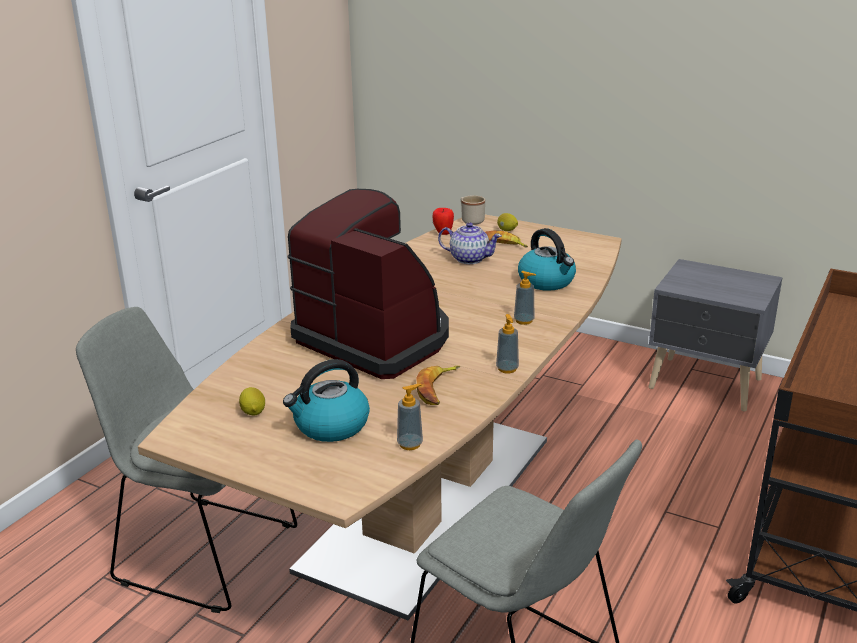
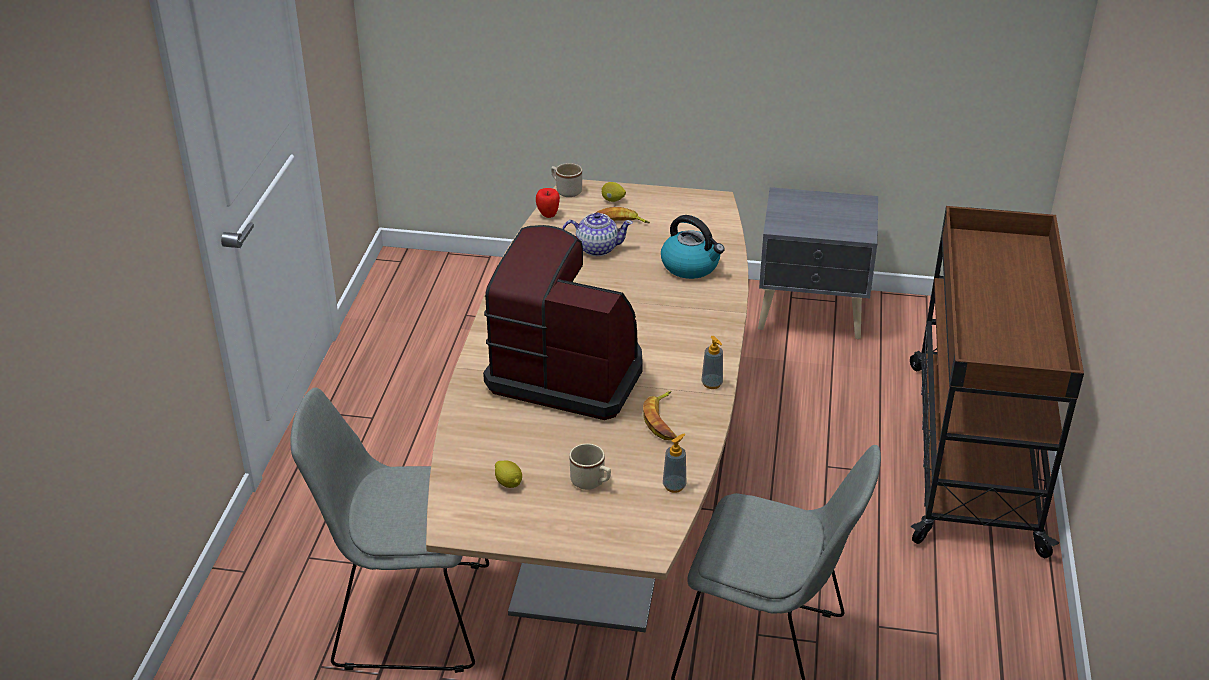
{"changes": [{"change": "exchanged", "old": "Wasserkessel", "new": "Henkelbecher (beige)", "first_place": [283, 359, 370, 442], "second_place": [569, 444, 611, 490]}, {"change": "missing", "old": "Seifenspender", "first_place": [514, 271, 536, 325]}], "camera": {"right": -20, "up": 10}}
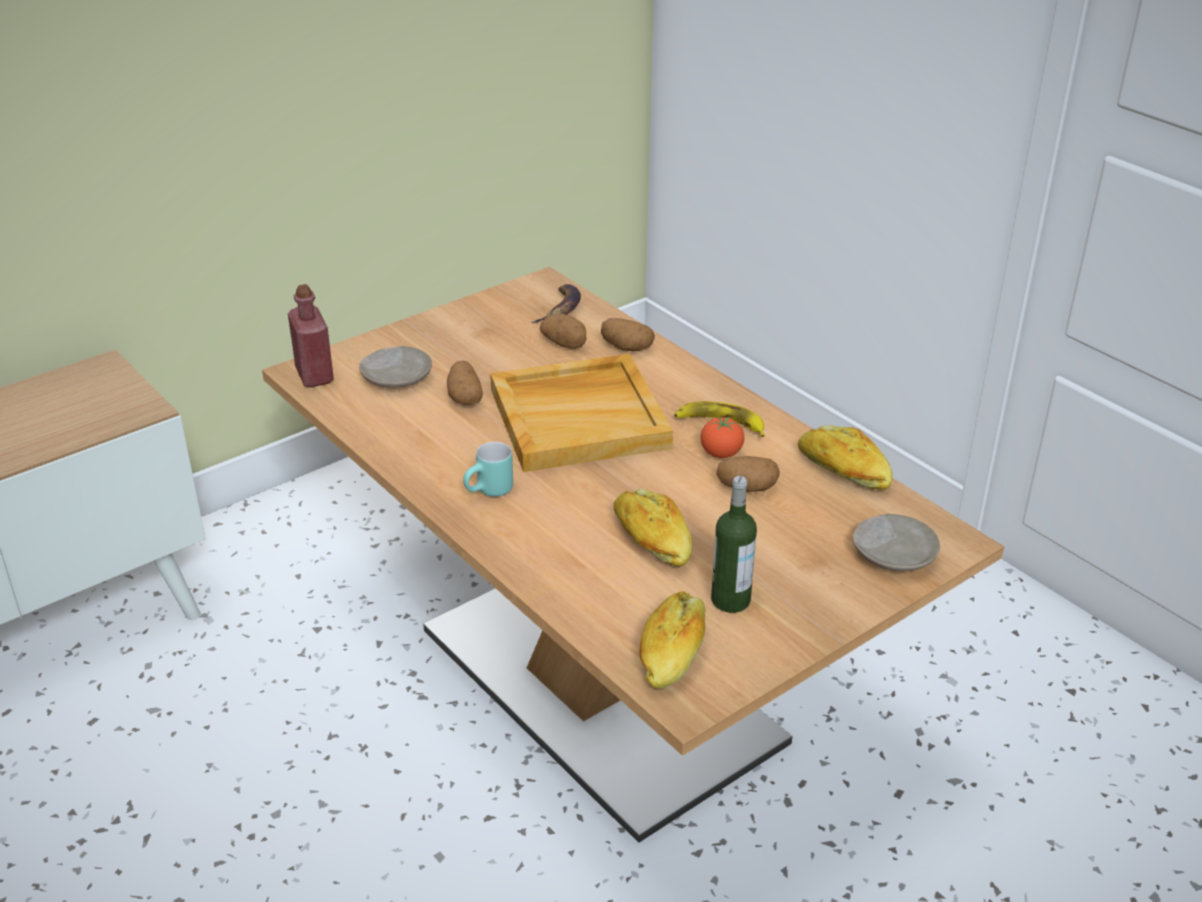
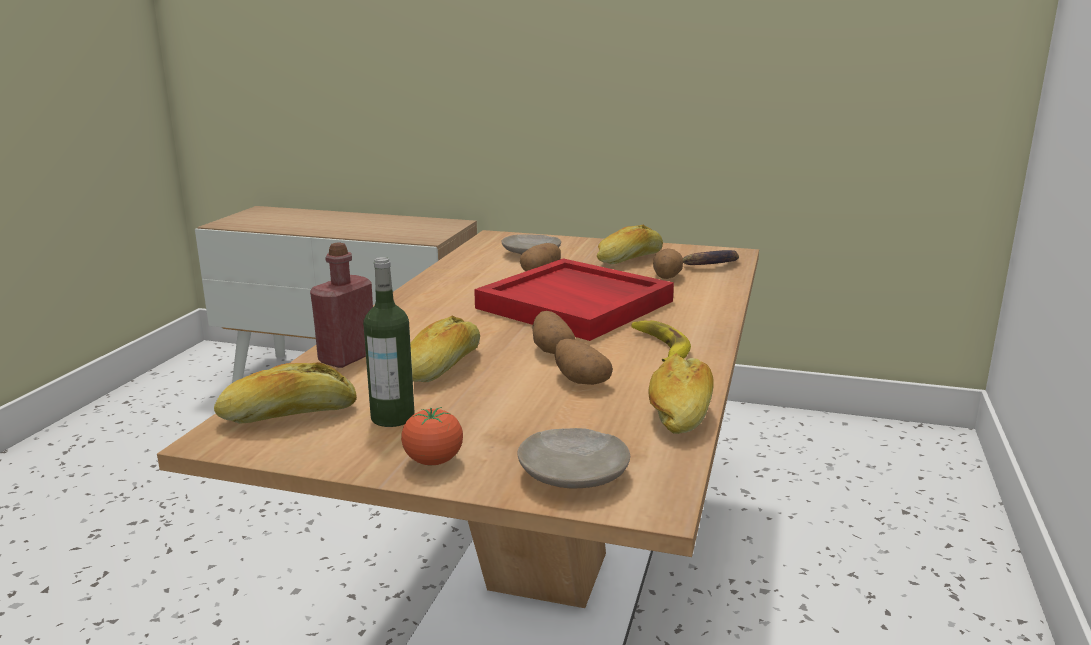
{"changes": [{"change": "relocated", "old": "Flasche (rot)", "first_place": [288, 284, 334, 387], "second_place": [310, 242, 373, 368]}, {"change": "missing", "old": "Henkelbecher (türkis)", "first_place": [463, 442, 513, 497]}, {"change": "colour", "old": "Tablett (beige)", "new": "Tablett (rot)", "first_place": [490, 354, 673, 472], "second_place": [474, 258, 674, 341]}, {"change": "relocated", "old": "Kartoffel", "first_place": [601, 318, 655, 351], "second_place": [532, 311, 576, 354]}, {"change": "relocated", "old": "Tomate", "first_place": [700, 416, 744, 458], "second_place": [401, 407, 463, 465]}, {"change": "appeared", "new": "Brot", "second_place": [597, 225, 663, 264]}], "camera": {"right": 55, "up": -15}}
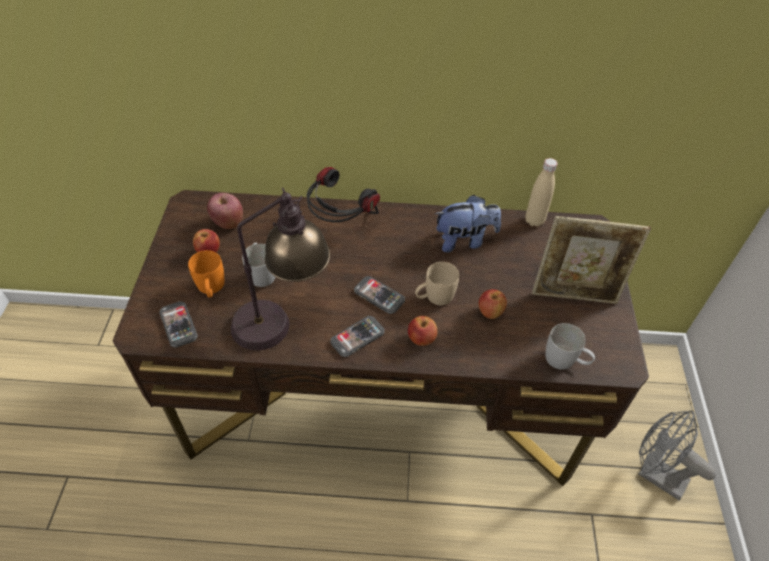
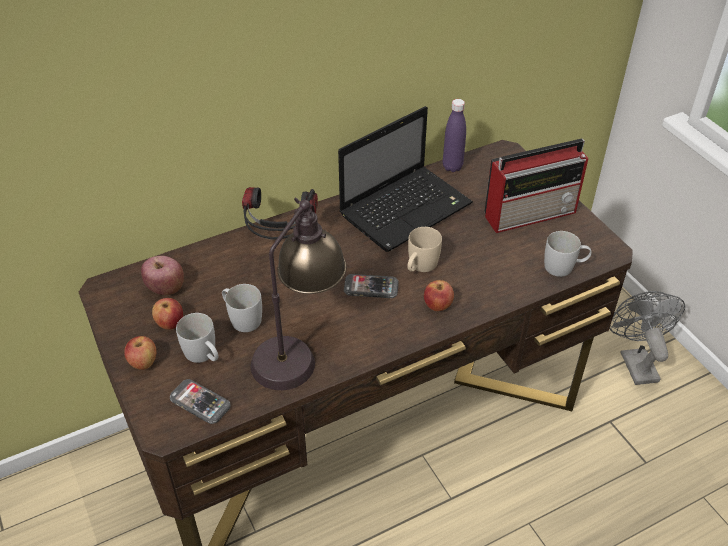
{"changes": [{"change": "colour", "old": "Henkelbecher (orange)", "new": "Henkelbecher (weiß)", "first_place": [188, 250, 224, 298], "second_place": [176, 313, 219, 363]}, {"change": "missing", "old": "Handy", "first_place": [330, 316, 385, 357]}, {"change": "exchanged", "old": "Plüschtier", "new": "Laptop", "first_place": [435, 195, 501, 252], "second_place": [338, 106, 473, 252]}, {"change": "relocated", "old": "Apfel", "first_place": [479, 289, 507, 319], "second_place": [124, 336, 157, 370]}, {"change": "colour", "old": "Flasche (beige)", "new": "Flasche (lila)", "first_place": [525, 158, 558, 227], "second_place": [443, 99, 466, 172]}, {"change": "exchanged", "old": "Bilderrahmen", "new": "Radio", "first_place": [532, 216, 651, 304], "second_place": [484, 139, 588, 233]}, {"change": "spun", "old": "Ventilator (grau)", "first_place": [638, 411, 717, 500], "second_place": [609, 291, 685, 385], "degrees": 75}], "camera": {"right": -30, "up": -5}}
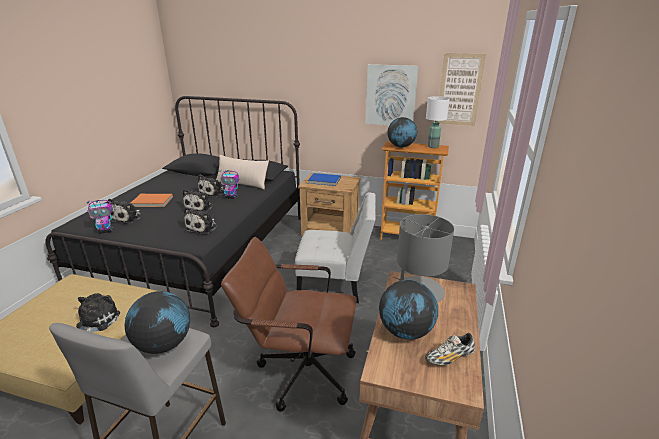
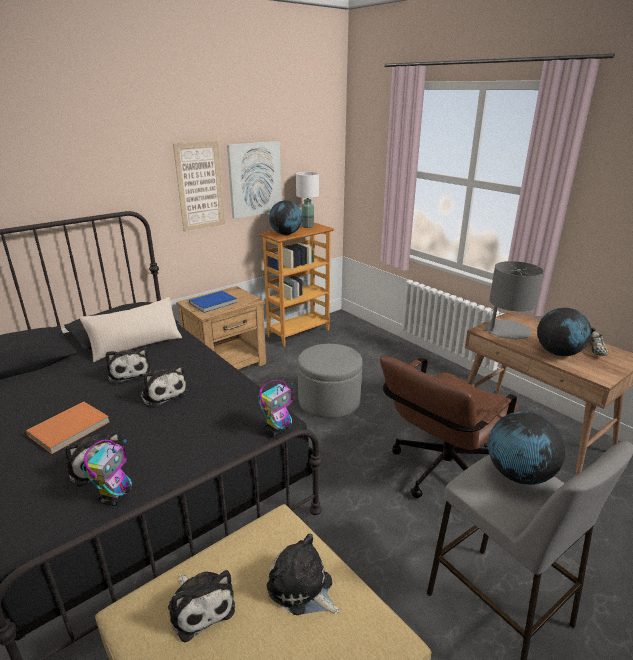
{"changes": [{"change": "relocated", "old": "Plüschtier", "first_place": [184, 207, 217, 234], "second_place": [168, 570, 235, 643]}, {"change": "relocated", "old": "Spielzeugroboter", "first_place": [219, 170, 239, 199], "second_place": [258, 380, 294, 436]}, {"change": "exchanged", "old": "Stuhl (weiß)", "new": "Polsterhocker (grau)", "first_place": [295, 192, 376, 303], "second_place": [298, 344, 363, 418]}, {"change": "relocated", "old": "Bild", "first_place": [437, 53, 486, 126], "second_place": [173, 140, 225, 232]}], "camera": {"right": -55, "up": 0}}
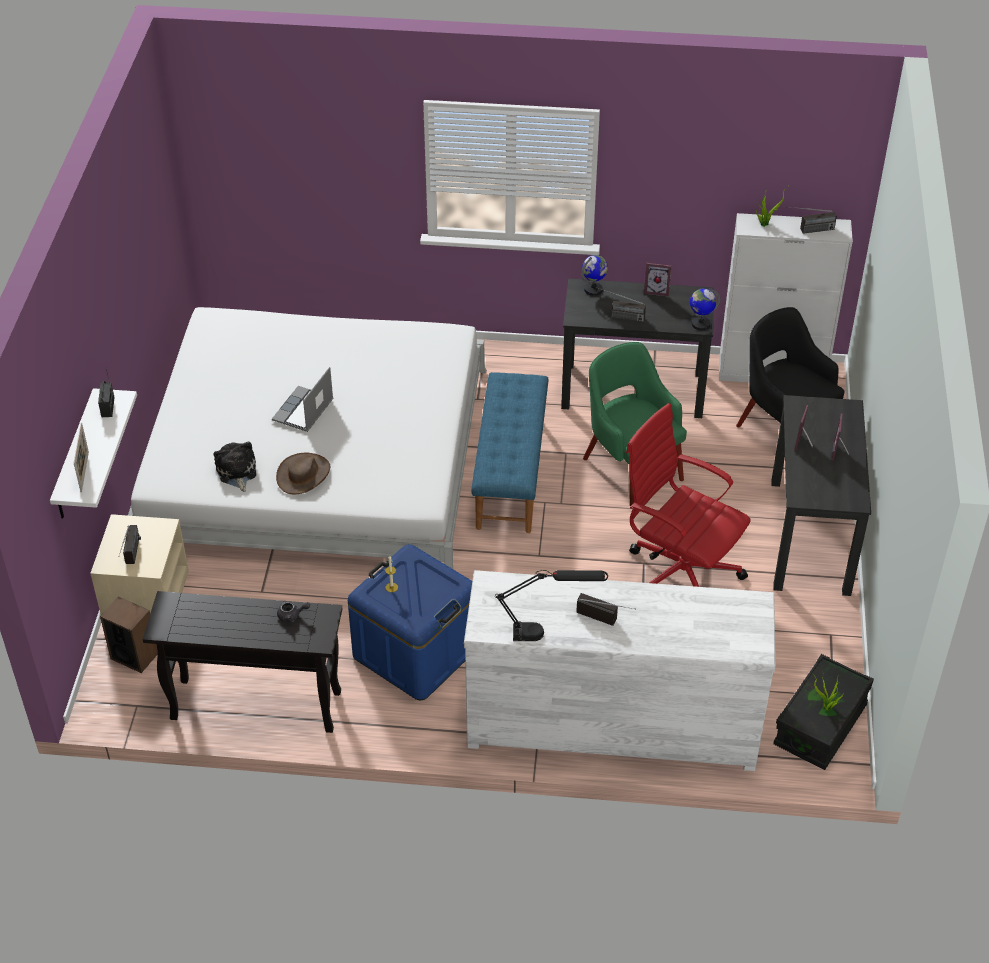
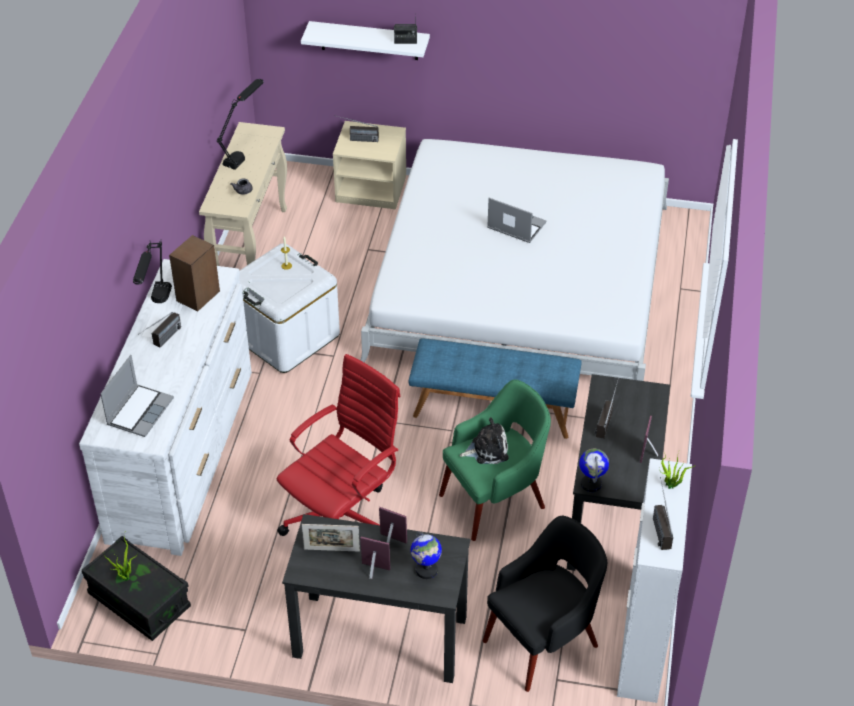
{"changes": [{"change": "relocated", "old": "Bilderrahmen", "first_place": [74, 423, 89, 493], "second_place": [302, 524, 360, 552]}, {"change": "relocated", "old": "Lautsprecher", "first_place": [100, 597, 158, 673], "second_place": [169, 235, 220, 312]}, {"change": "colour", "old": "Konsolentisch (schwarz)", "new": "Konsolentisch (beige)", "first_place": [142, 591, 342, 733], "second_place": [199, 122, 287, 266]}, {"change": "relocated", "old": "Plüschtier", "first_place": [213, 441, 256, 492], "second_place": [460, 418, 509, 464]}, {"change": "missing", "old": "Hut (braun)", "first_place": [276, 453, 330, 494]}, {"change": "colour", "old": "Aufbewahrungsbox (blau)", "new": "Aufbewahrungsbox (weiß)", "first_place": [348, 544, 472, 700], "second_place": [239, 243, 340, 373]}, {"change": "relocated", "old": "Globus", "first_place": [581, 255, 608, 296], "second_place": [411, 531, 442, 579]}, {"change": "appeared", "new": "Laptop", "second_place": [101, 355, 174, 437]}, {"change": "appeared", "new": "Tischlampe (schwarz)", "second_place": [217, 79, 263, 170]}], "camera": {"right": 95, "up": 0}}
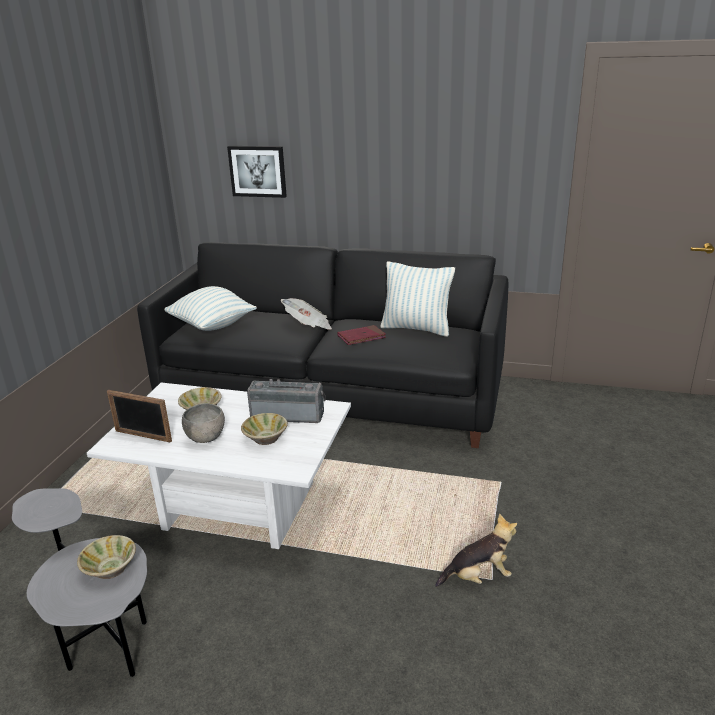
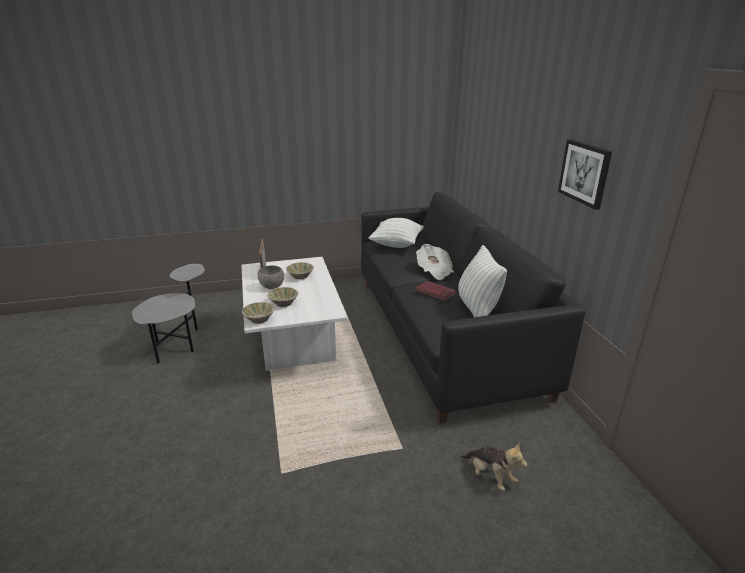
{"changes": [{"change": "relocated", "old": "Schüssel (beige)", "first_place": [77, 535, 136, 579], "second_place": [242, 302, 275, 324]}, {"change": "relocated", "old": "Bild", "first_place": [227, 146, 287, 198], "second_place": [558, 139, 612, 210]}, {"change": "missing", "old": "Radio", "first_place": [247, 379, 326, 423]}, {"change": "relocated", "old": "Plüschtier", "first_place": [435, 513, 517, 587], "second_place": [461, 443, 527, 491]}], "camera": {"right": 60, "up": 0}}
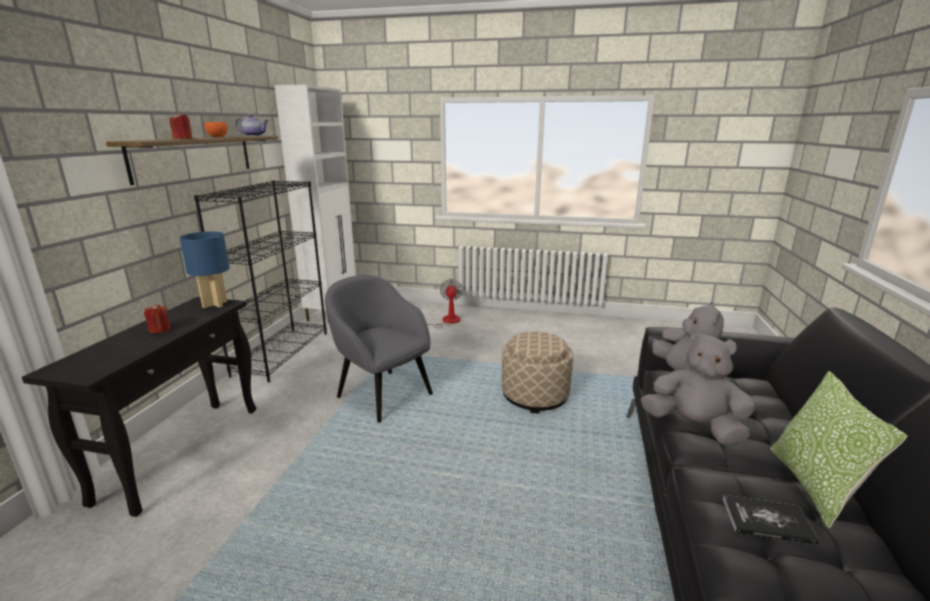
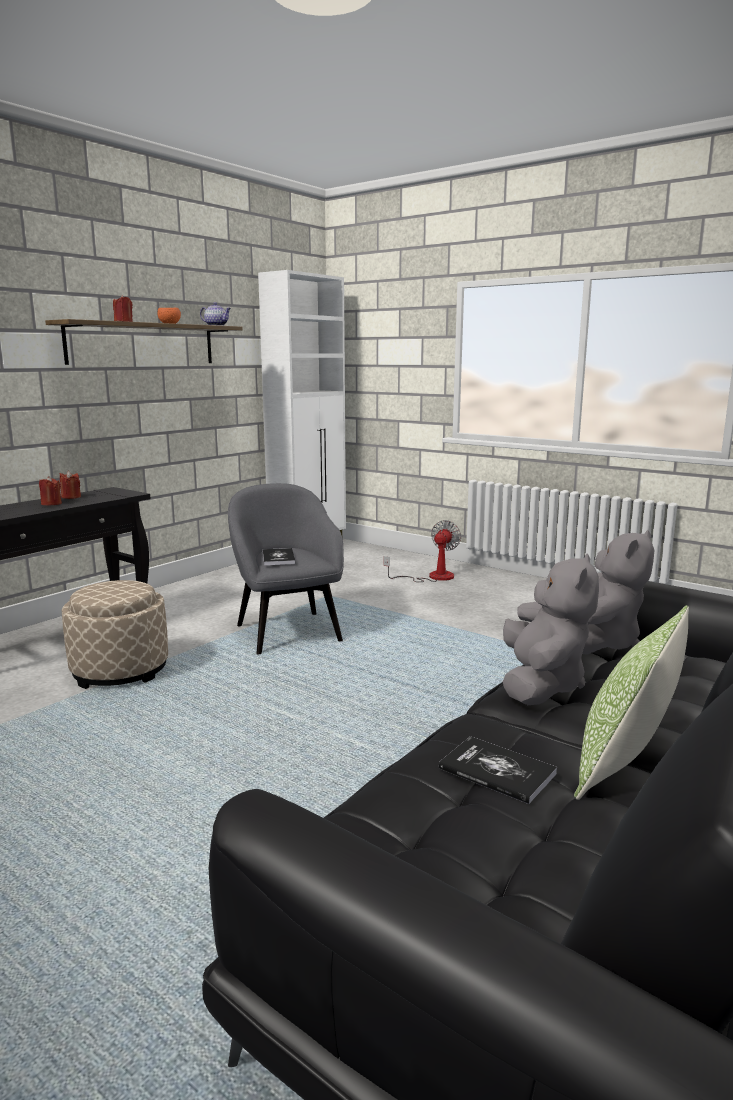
{"changes": [{"change": "missing", "old": "Tischlampe (blau)", "first_place": [180, 231, 230, 308]}, {"change": "missing", "old": "Bücherregal (schwarz)", "first_place": [194, 180, 327, 382]}, {"change": "relocated", "old": "Polsterhocker (beige)", "first_place": [502, 332, 573, 413], "second_place": [62, 580, 168, 689]}, {"change": "spun", "old": "Plüschtier (grau)", "first_place": [641, 330, 756, 446], "second_place": [503, 553, 599, 705], "degrees": 45}, {"change": "appeared", "new": "Kerze (rot)", "second_place": [60, 471, 81, 499]}, {"change": "appeared", "new": "Buch", "second_place": [263, 548, 295, 565]}], "camera": {"right": 25, "up": -5}}
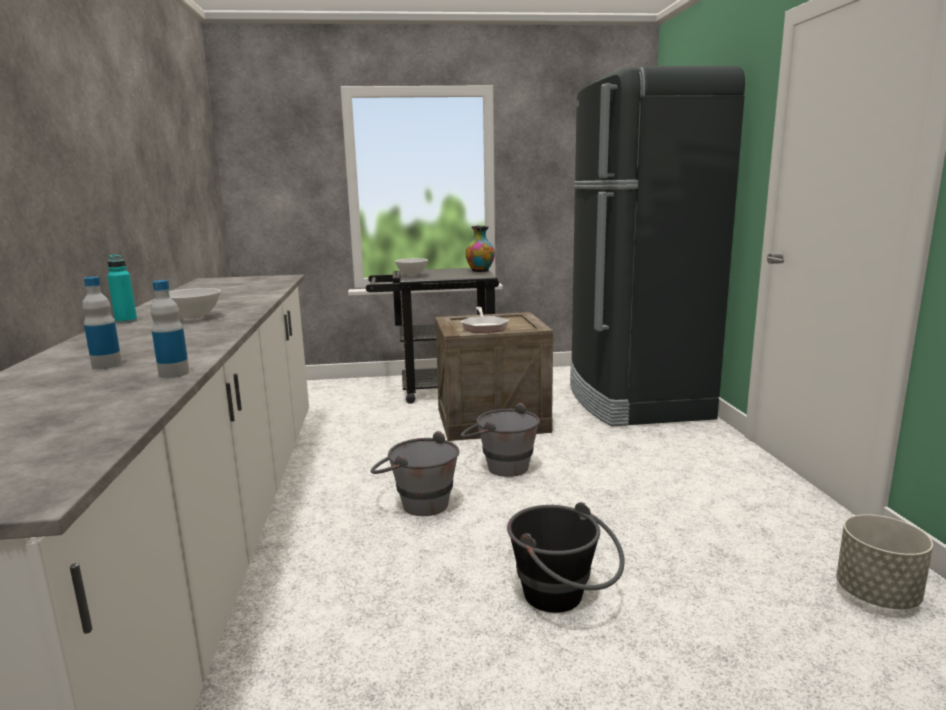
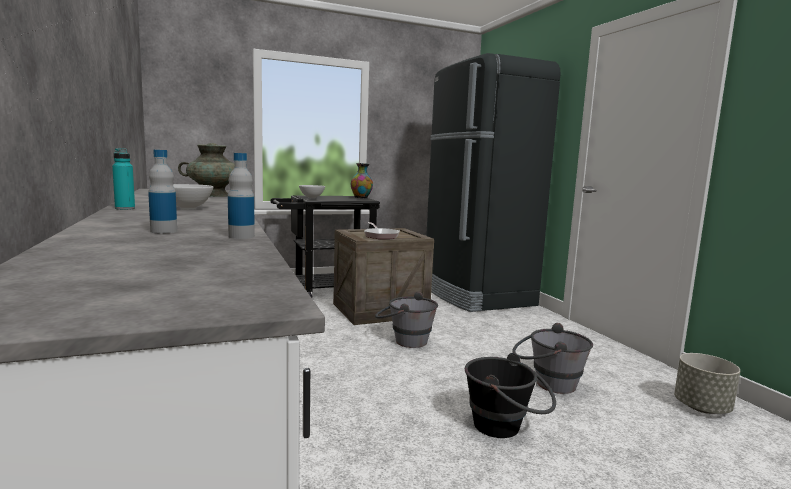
{"changes": [{"change": "relocated", "old": "Eimer (grau)", "first_place": [371, 431, 459, 516], "second_place": [513, 323, 593, 394]}, {"change": "appeared", "new": "Vase (türkis)", "second_place": [178, 143, 235, 197]}], "camera": {"right": -15, "up": -5}}
